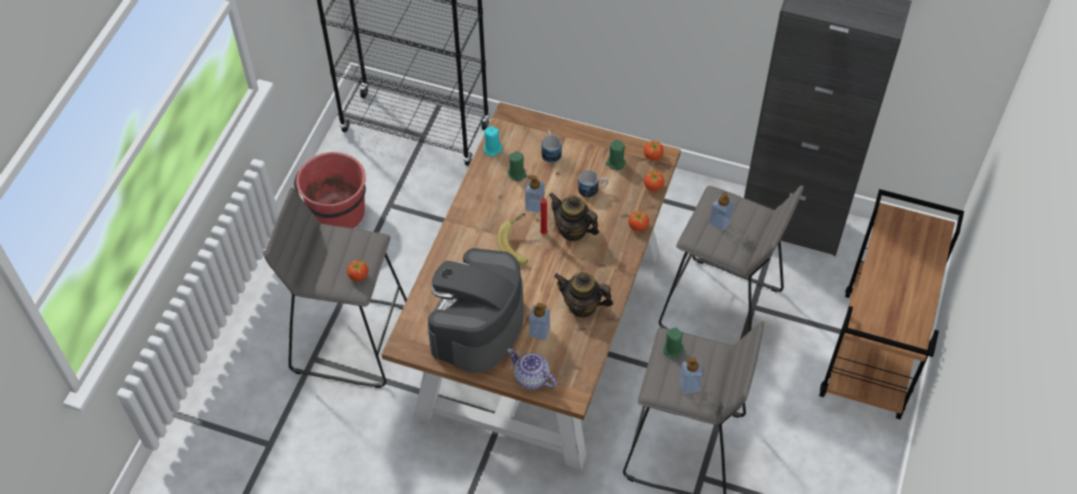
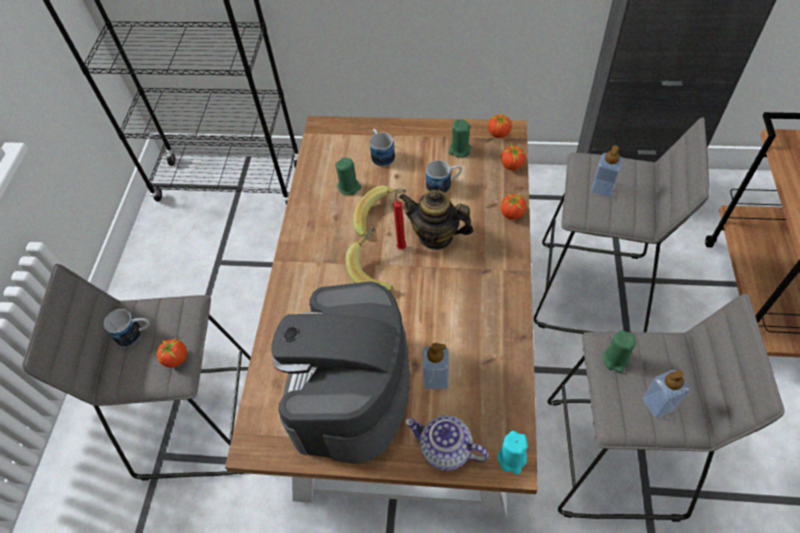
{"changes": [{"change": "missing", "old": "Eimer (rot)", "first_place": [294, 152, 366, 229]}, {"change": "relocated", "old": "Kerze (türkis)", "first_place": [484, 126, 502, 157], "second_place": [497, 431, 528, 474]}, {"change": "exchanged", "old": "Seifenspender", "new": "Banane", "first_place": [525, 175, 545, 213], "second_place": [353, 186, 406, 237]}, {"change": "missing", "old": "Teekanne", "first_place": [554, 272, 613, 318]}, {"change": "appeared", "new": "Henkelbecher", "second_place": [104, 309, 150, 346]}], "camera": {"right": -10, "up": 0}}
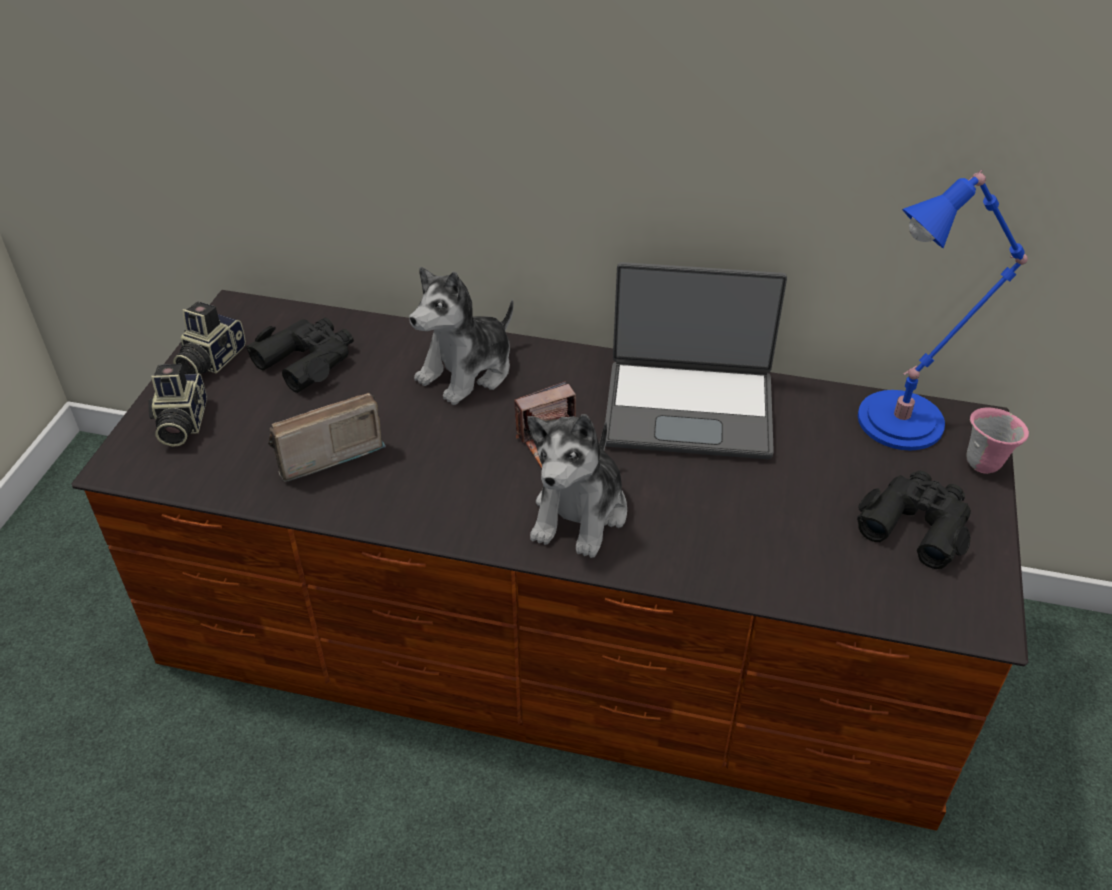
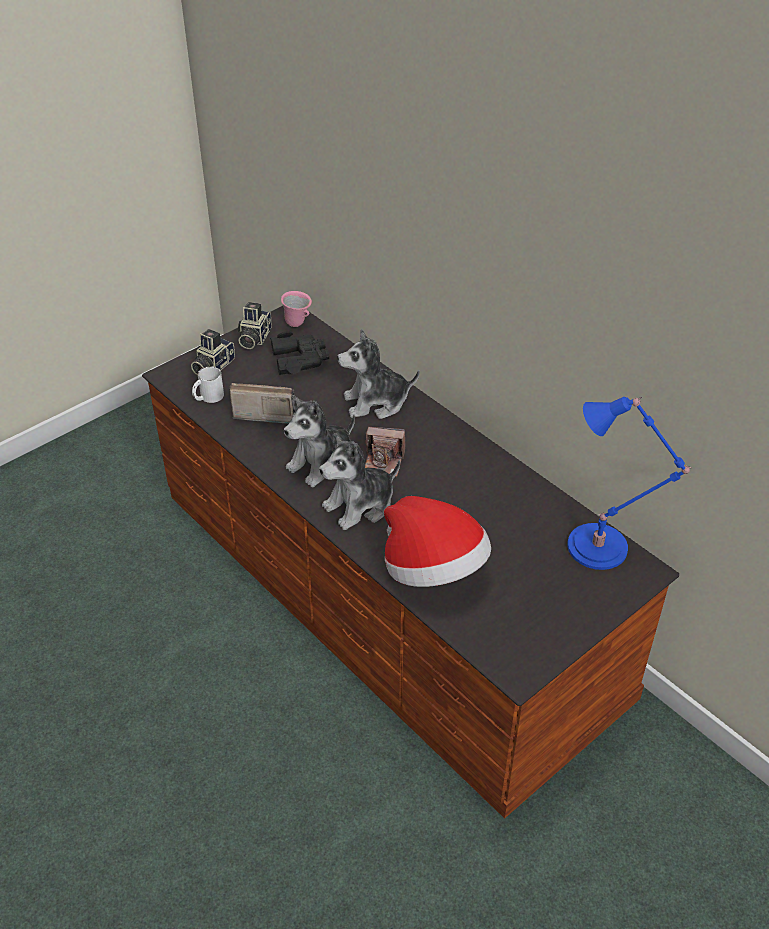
{"changes": [{"change": "spun", "old": "Kamera", "first_place": [173, 301, 246, 374], "second_place": [238, 302, 272, 349], "degrees": -45}, {"change": "missing", "old": "Laptop", "first_place": [605, 262, 787, 459]}, {"change": "missing", "old": "Fernglas (schwarz)", "first_place": [857, 471, 971, 569]}, {"change": "relocated", "old": "Henkelbecher (rosa)", "first_place": [967, 407, 1029, 474], "second_place": [281, 291, 312, 327]}, {"change": "appeared", "new": "Henkelbecher (weiß)", "second_place": [192, 366, 224, 403]}, {"change": "appeared", "new": "Plüschtier", "second_place": [284, 395, 355, 487]}, {"change": "appeared", "new": "Hut", "second_place": [384, 496, 491, 587]}], "camera": {"right": 35, "up": 0}}
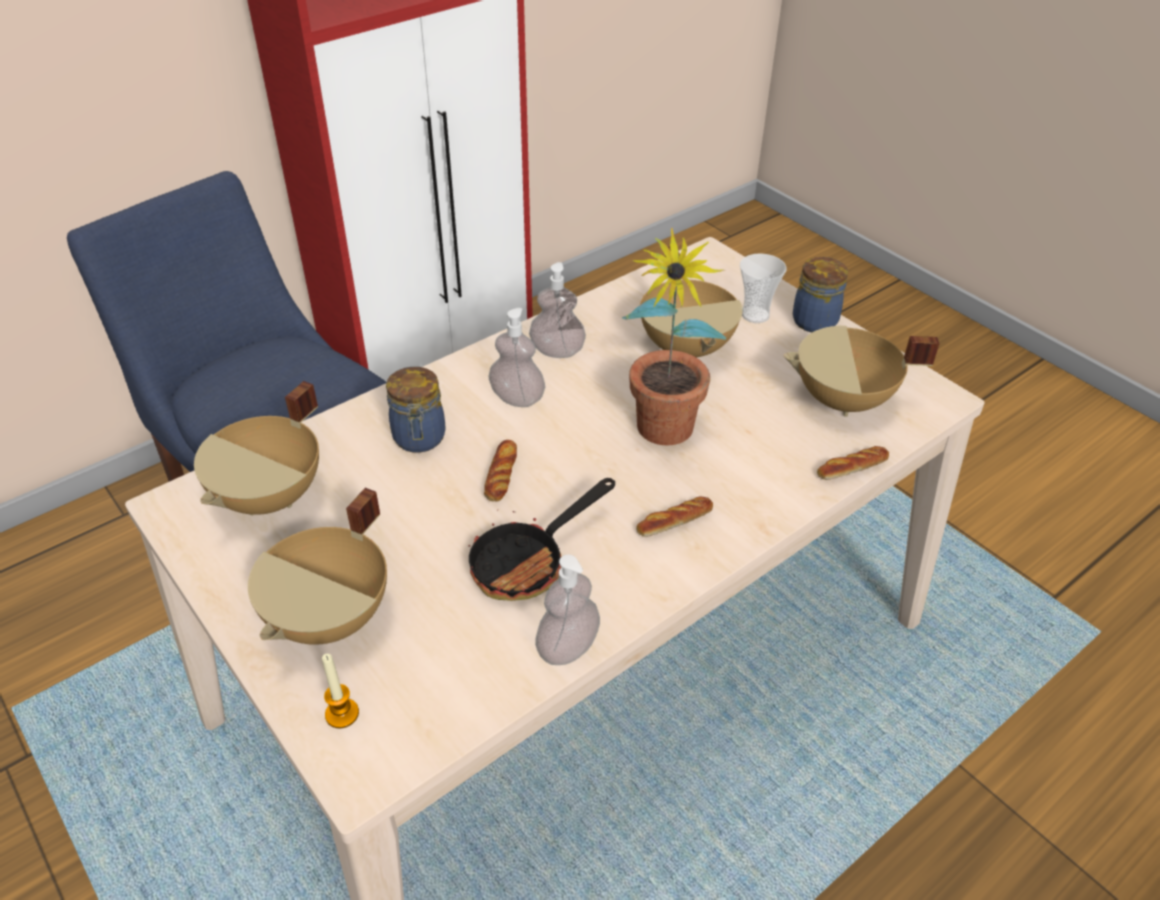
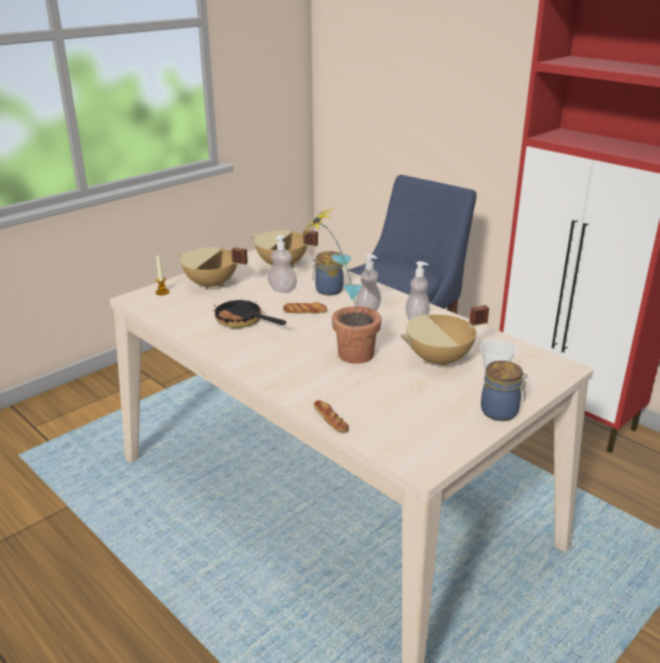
{"changes": [{"change": "relocated", "old": "Seifenspender", "first_place": [535, 554, 600, 665], "second_place": [267, 235, 297, 293]}, {"change": "missing", "old": "Brot", "first_place": [636, 497, 713, 537]}, {"change": "missing", "old": "Kochtopf (beige)", "first_place": [783, 326, 939, 417]}], "camera": {"right": 85, "up": -15}}
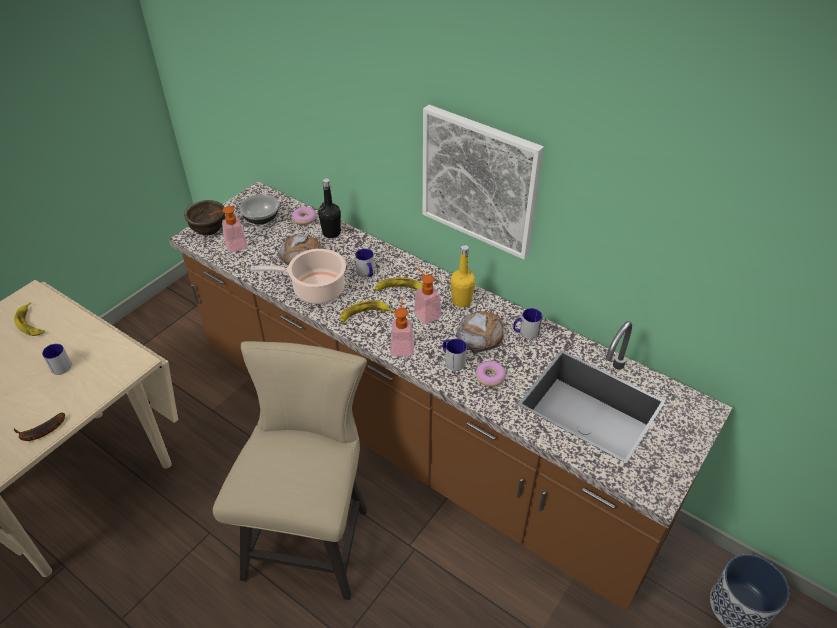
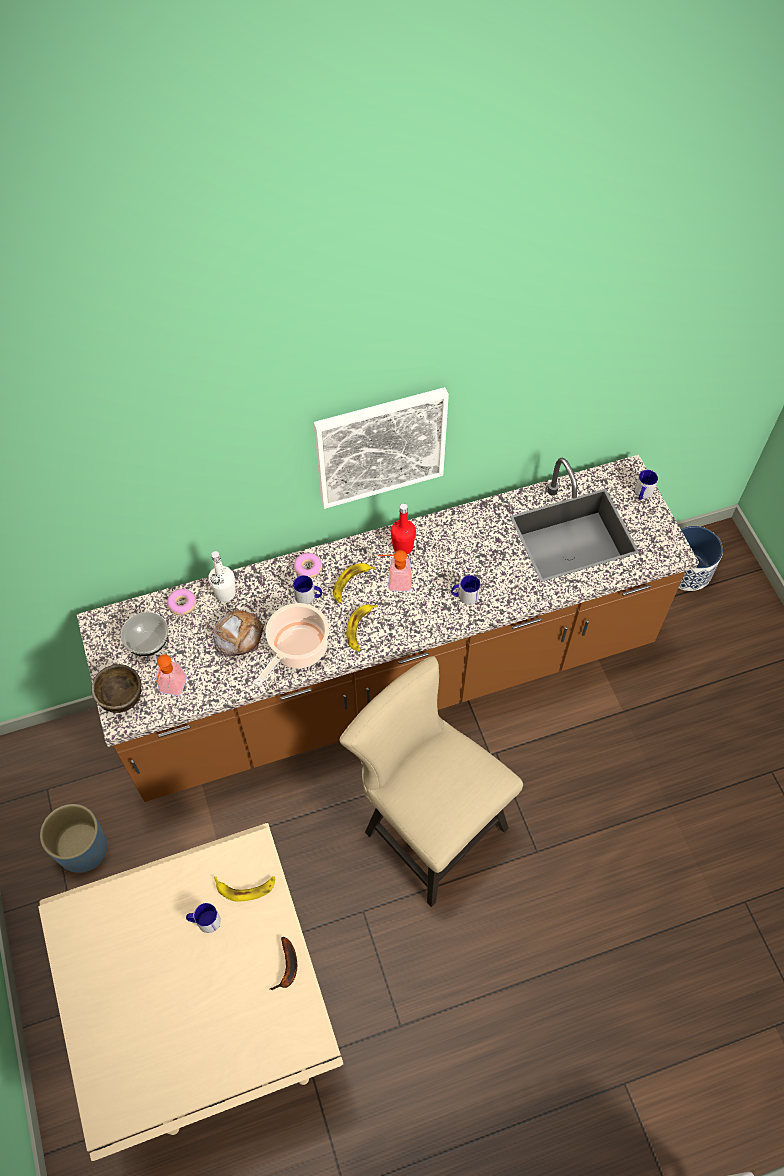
{"changes": [{"change": "relocated", "old": "Banane", "first_place": [14, 302, 45, 336], "second_place": [214, 876, 276, 901]}, {"change": "colour", "old": "Flasche (schwarz)", "new": "Flasche (weiß)", "first_place": [318, 179, 341, 238], "second_place": [208, 551, 236, 602]}, {"change": "missing", "old": "Seifenspender", "first_place": [390, 297, 414, 357]}, {"change": "colour", "old": "Flasche (gelb)", "new": "Flasche (rot)", "first_place": [451, 245, 475, 307], "second_place": [391, 503, 416, 554]}, {"change": "missing", "old": "Brot", "first_place": [457, 311, 503, 353]}, {"change": "relocated", "old": "Donut", "first_place": [475, 361, 506, 387], "second_place": [294, 553, 322, 578]}, {"change": "relocated", "old": "Henkelbecher", "first_place": [513, 308, 543, 339], "second_place": [635, 470, 658, 500]}, {"change": "appeared", "new": "Pflanzkübel (blau)", "second_place": [40, 804, 107, 873]}], "camera": {"right": -55, "up": 15}}
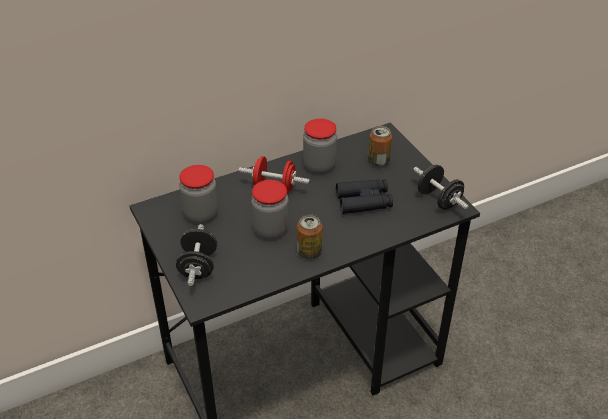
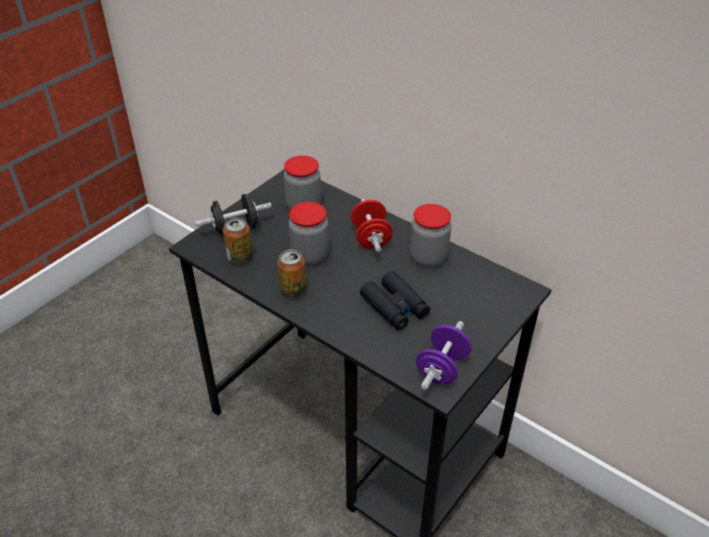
{"changes": [{"change": "relocated", "old": "Dose", "first_place": [368, 126, 392, 167], "second_place": [223, 217, 252, 264]}, {"change": "colour", "old": "Hantel (schwarz)", "new": "Hantel (lila)", "first_place": [413, 165, 469, 210], "second_place": [416, 321, 472, 390]}], "camera": {"right": 65, "up": 0}}
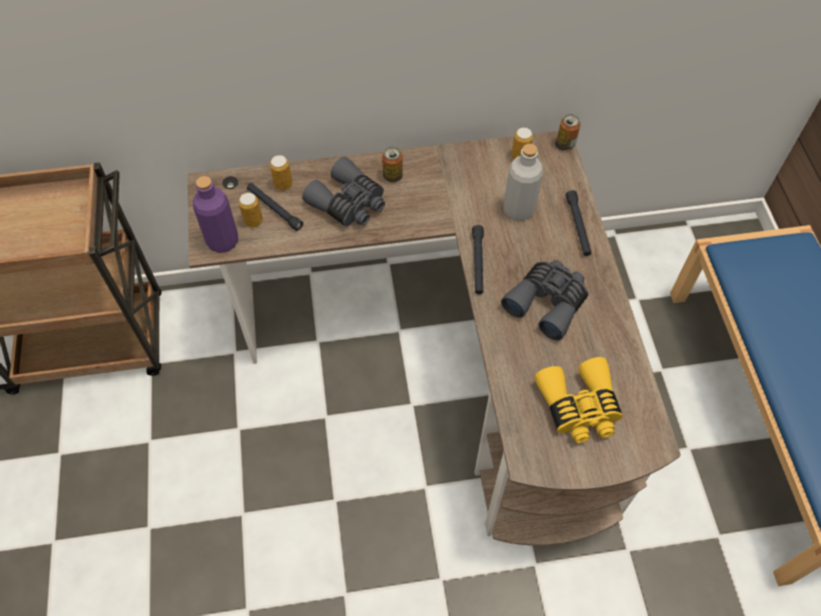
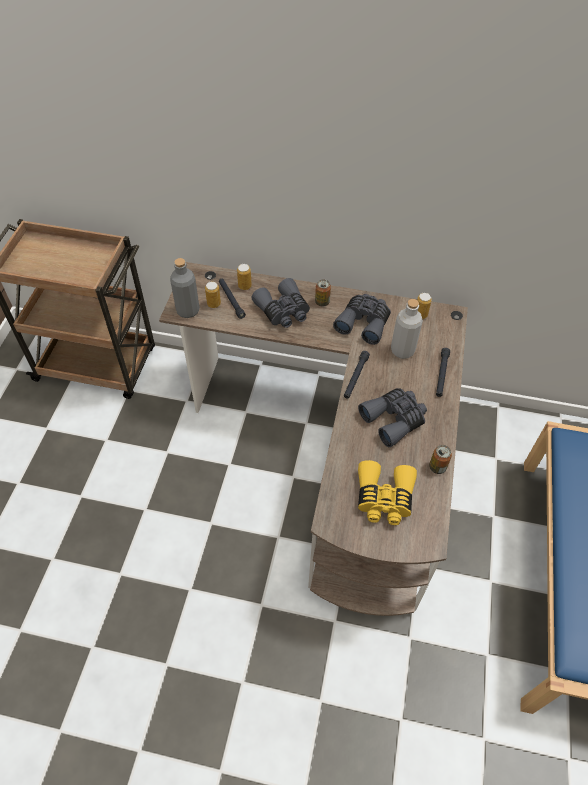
{"changes": [{"change": "colour", "old": "Flasche (lila)", "new": "Flasche (grau)", "first_place": [193, 176, 238, 253], "second_place": [170, 258, 200, 318]}, {"change": "relocated", "old": "Dose", "first_place": [557, 114, 581, 150], "second_place": [429, 445, 452, 474]}, {"change": "appeared", "new": "Fernglas (grau)", "second_place": [333, 294, 391, 345]}], "camera": {"right": 20, "up": -5}}
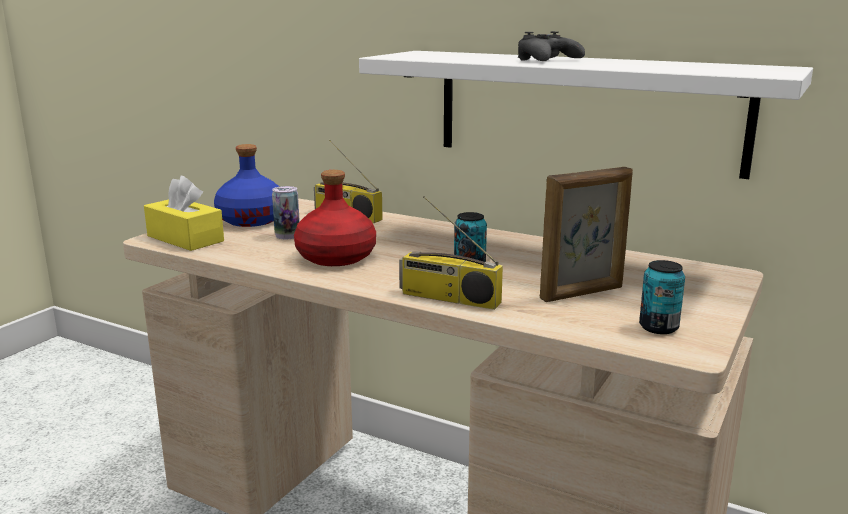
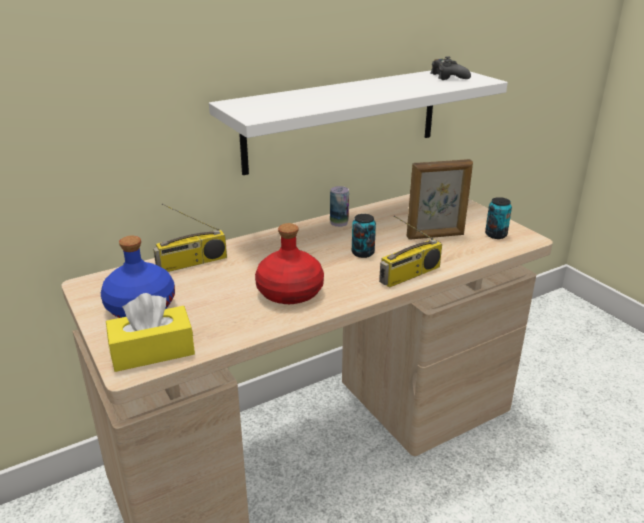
{"changes": [{"change": "relocated", "old": "Dose", "first_place": [272, 186, 300, 239], "second_place": [330, 186, 349, 227]}, {"change": "relocated", "old": "Gamepad (schwarz)", "first_place": [518, 31, 585, 61], "second_place": [430, 56, 471, 80]}, {"change": "spun", "old": "Bilderrahmen", "first_place": [540, 167, 633, 302], "second_place": [407, 159, 473, 240], "degrees": 75}], "camera": {"right": -60, "up": 10}}
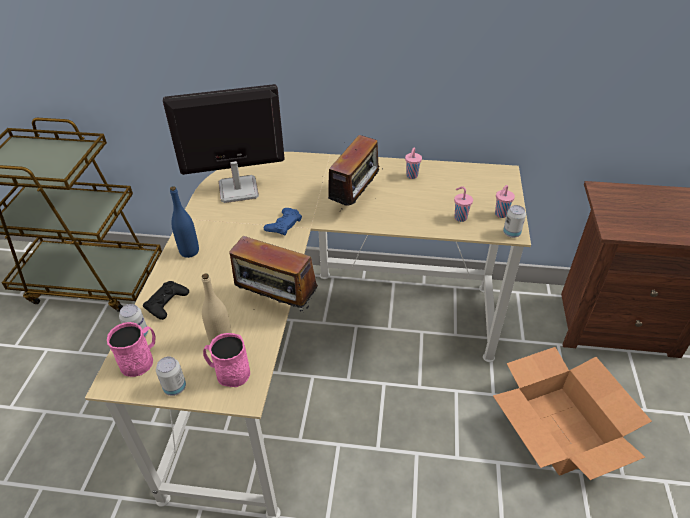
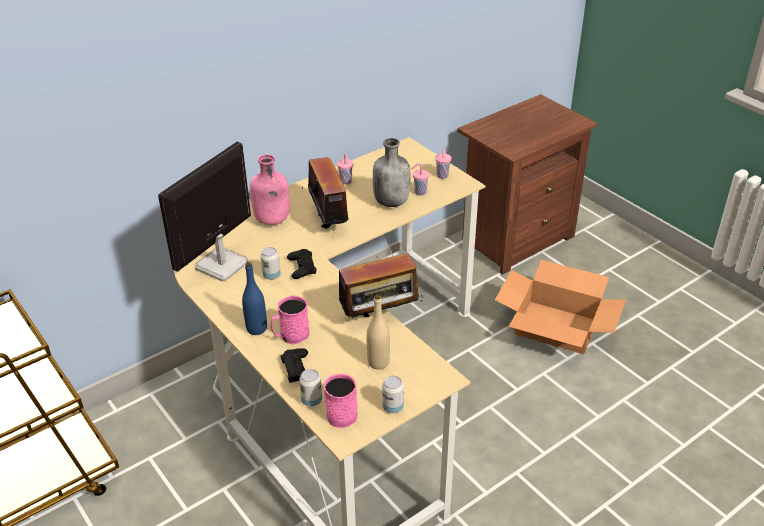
{"changes": [{"change": "relocated", "old": "Henkelbecher (rosa)", "first_place": [203, 333, 250, 387], "second_place": [271, 295, 310, 344]}, {"change": "colour", "old": "Gamepad (blau)", "new": "Gamepad (schwarz)", "first_place": [264, 208, 302, 236], "second_place": [287, 249, 316, 279]}, {"change": "relocated", "old": "Dose", "first_place": [503, 205, 526, 238], "second_place": [261, 247, 281, 280]}, {"change": "appeared", "new": "Flasche (rosa)", "second_place": [250, 154, 290, 225]}, {"change": "appeared", "new": "Flasche (grau)", "second_place": [373, 138, 410, 207]}], "camera": {"right": -45, "up": -5}}
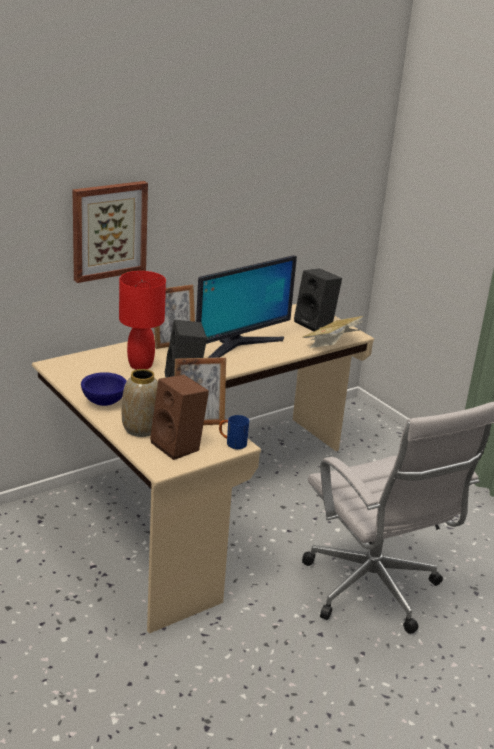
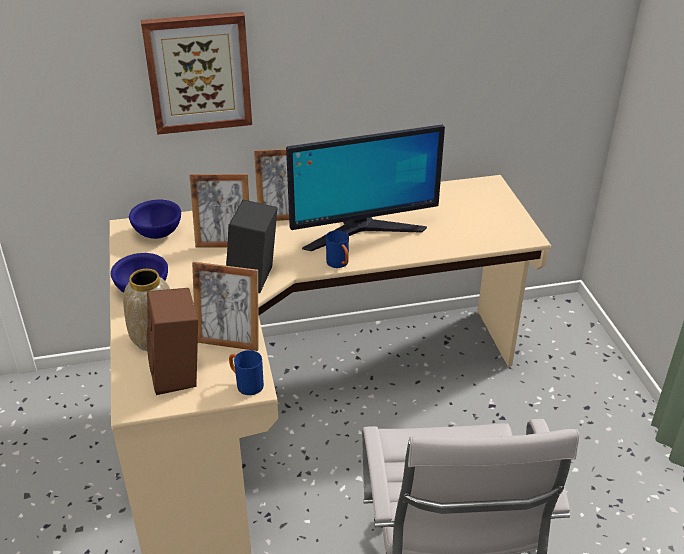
{"changes": [{"change": "exchanged", "old": "Tischlampe (rot)", "new": "Bilderrahmen", "first_place": [119, 271, 166, 370], "second_place": [189, 174, 249, 248]}, {"change": "missing", "old": "Lautsprecher (schwarz)", "first_place": [294, 268, 342, 331]}, {"change": "missing", "old": "Buch", "first_place": [302, 316, 363, 348]}, {"change": "appeared", "new": "Schüssel (blau)", "second_place": [129, 200, 181, 239]}, {"change": "appeared", "new": "Henkelbecher (blau)", "second_place": [326, 230, 349, 268]}], "camera": {"right": 25, "up": 10}}
